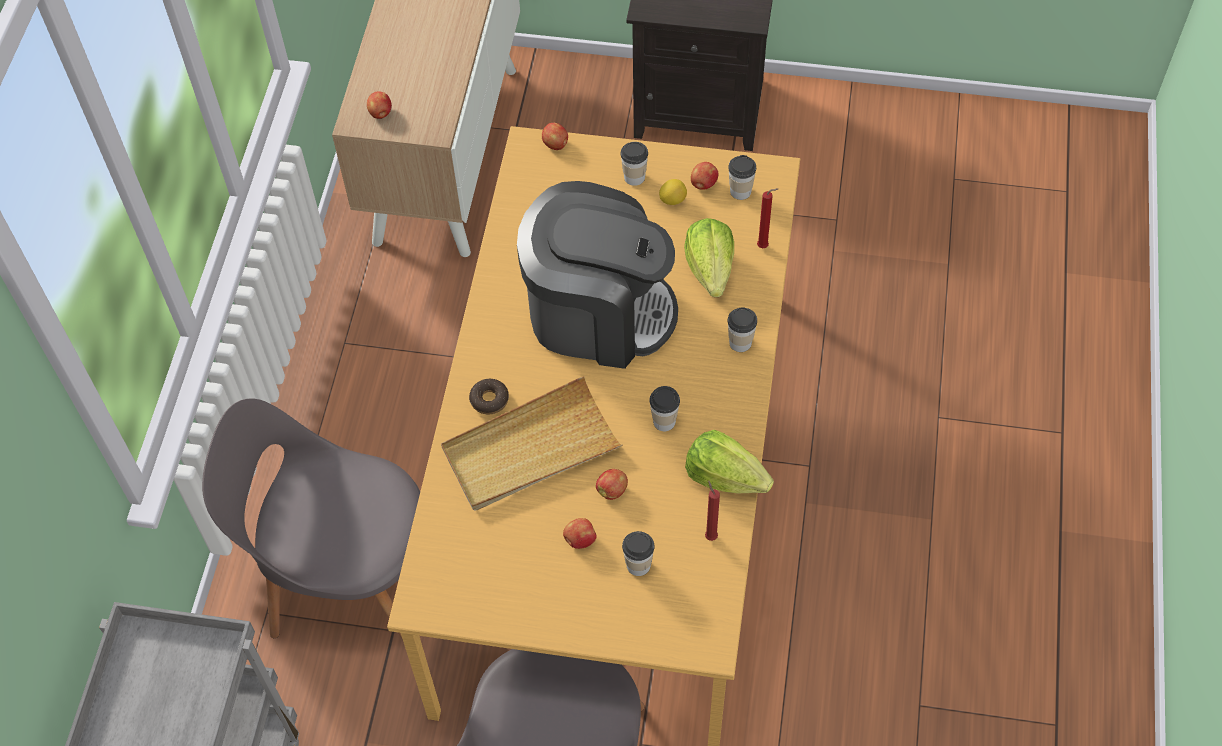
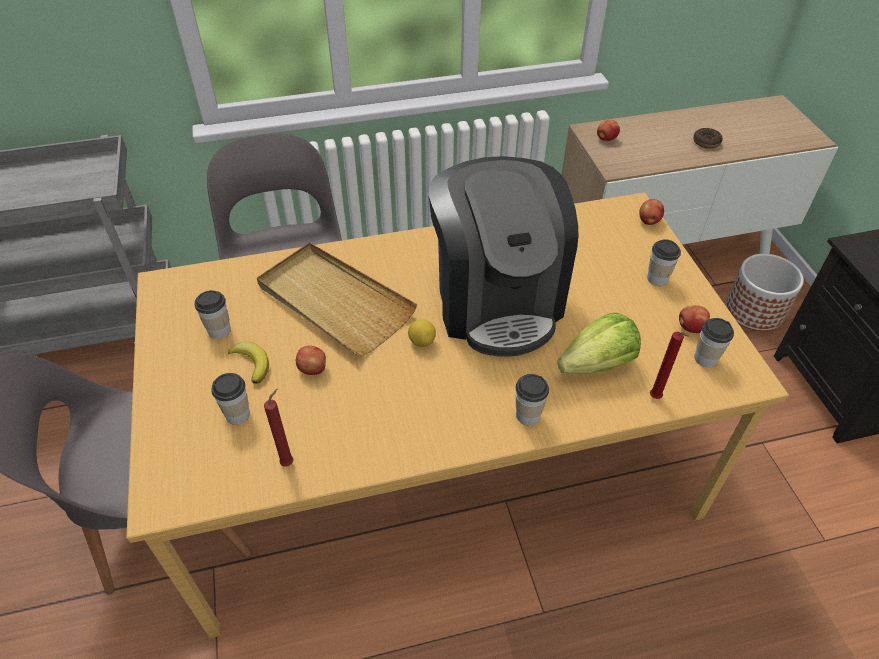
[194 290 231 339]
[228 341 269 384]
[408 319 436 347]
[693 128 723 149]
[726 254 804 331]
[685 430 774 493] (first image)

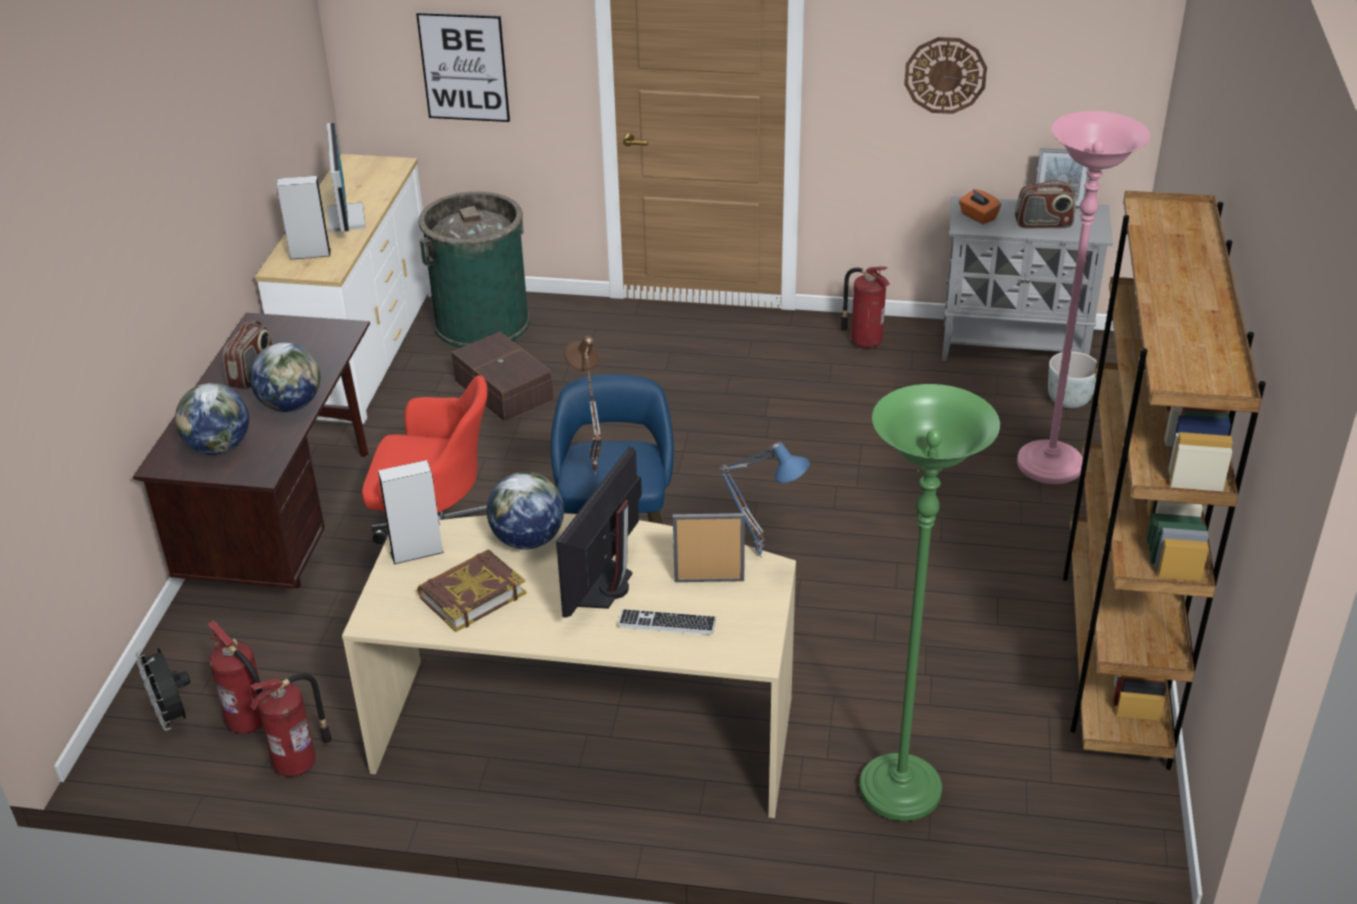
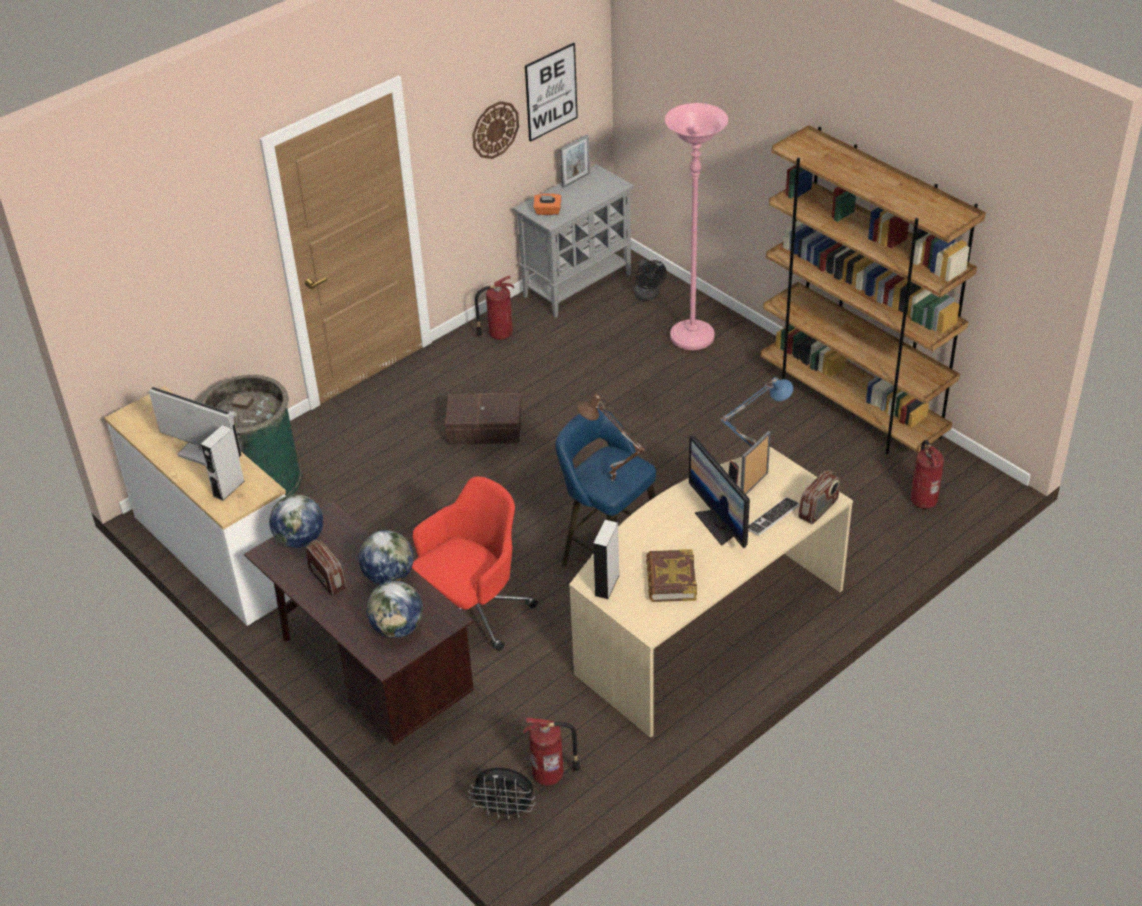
[269 494 323 548]
[445 393 522 444]
[525 43 578 142]
[634 260 667 301]
[798 470 839 524]
[911 440 944 509]
[859 384 1000 821] (first image)

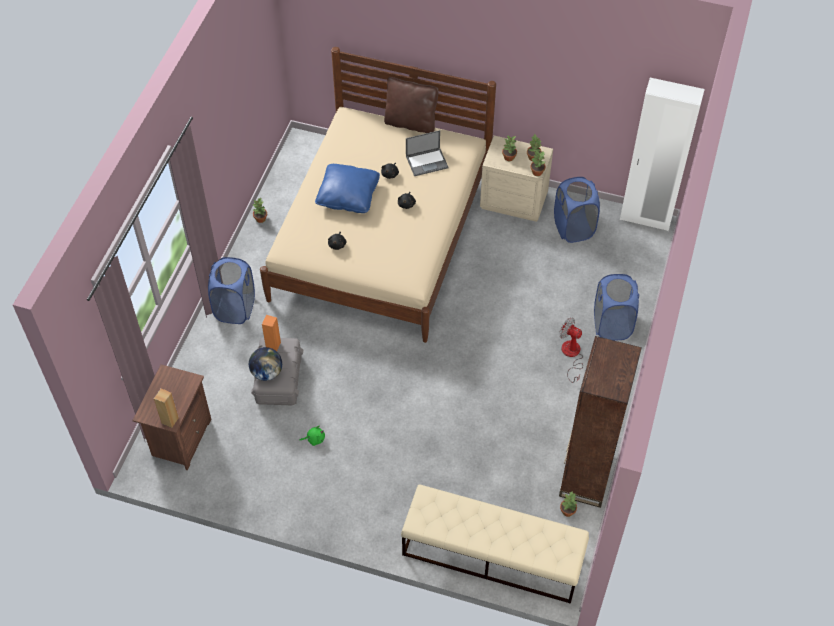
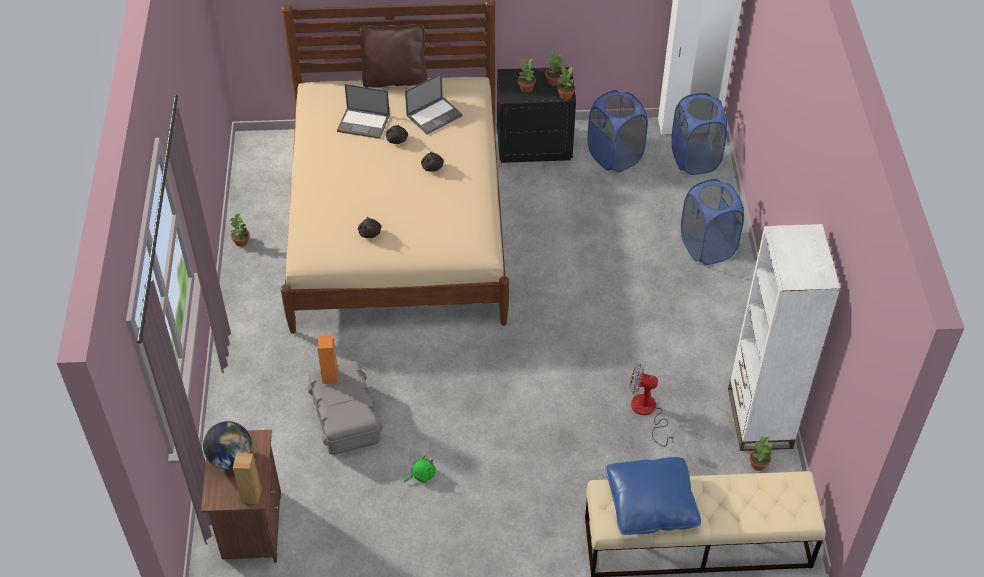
[203 421 252 469]
[337 84 390 139]
[497 67 576 163]
[605 457 701 535]
[629 364 674 447]
[672 93 727 175]
[728 224 841 451]

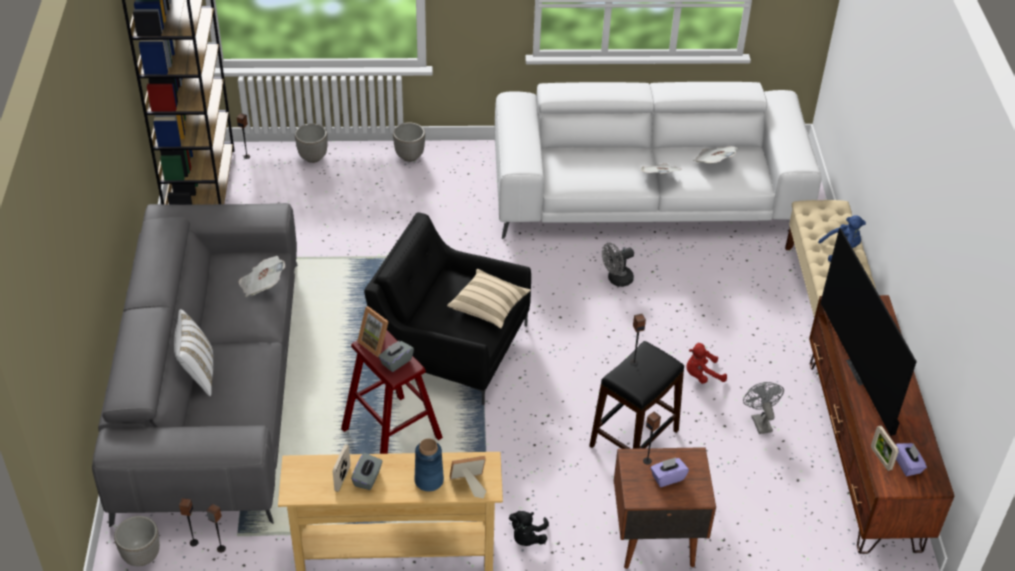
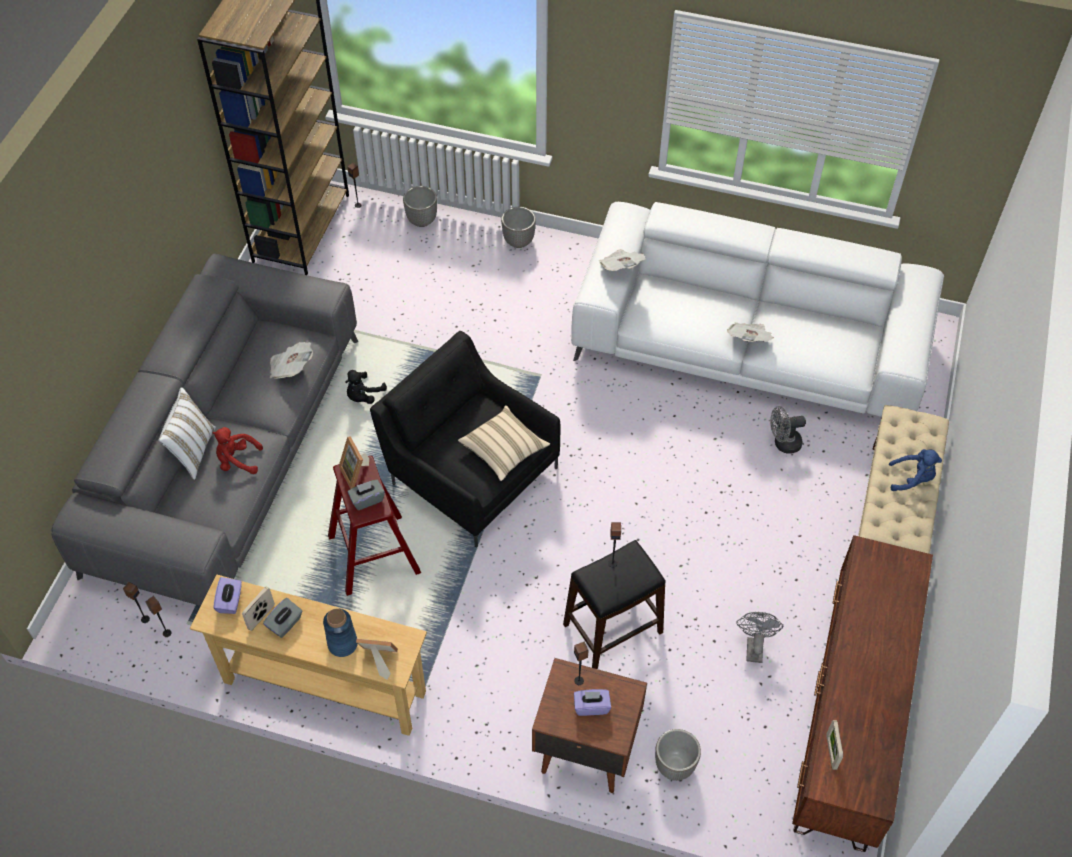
[212 427 263 474]
[213 577 242 614]
[345 370 387 404]
[599 249 646 271]
[655 729 701 781]
[770 406 806 454]
[820 228 917 436] (first image)

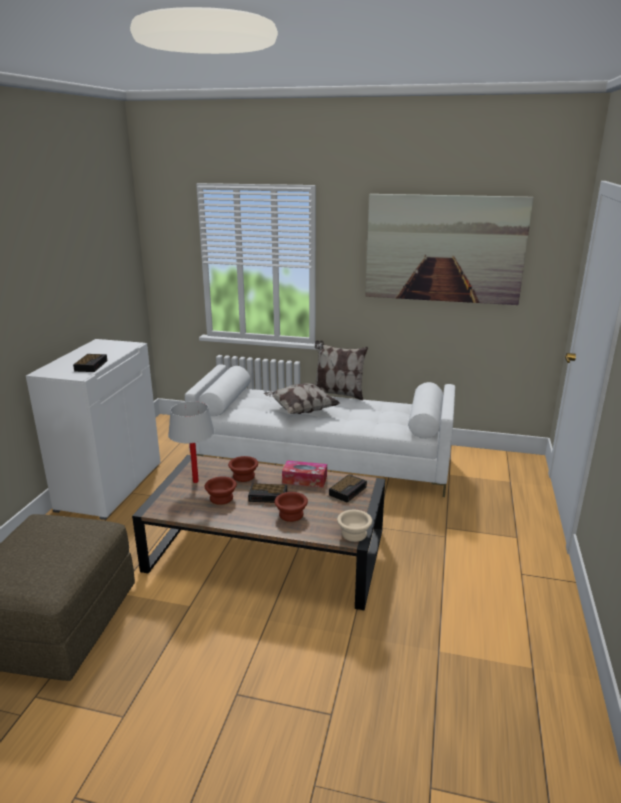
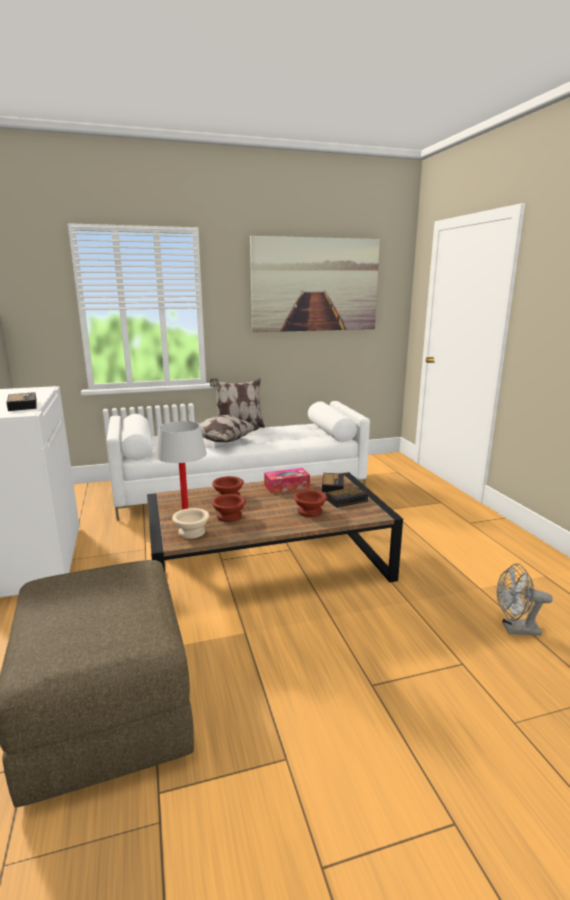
[172 508 209 539]
[326 487 368 508]
[497 563 553 636]

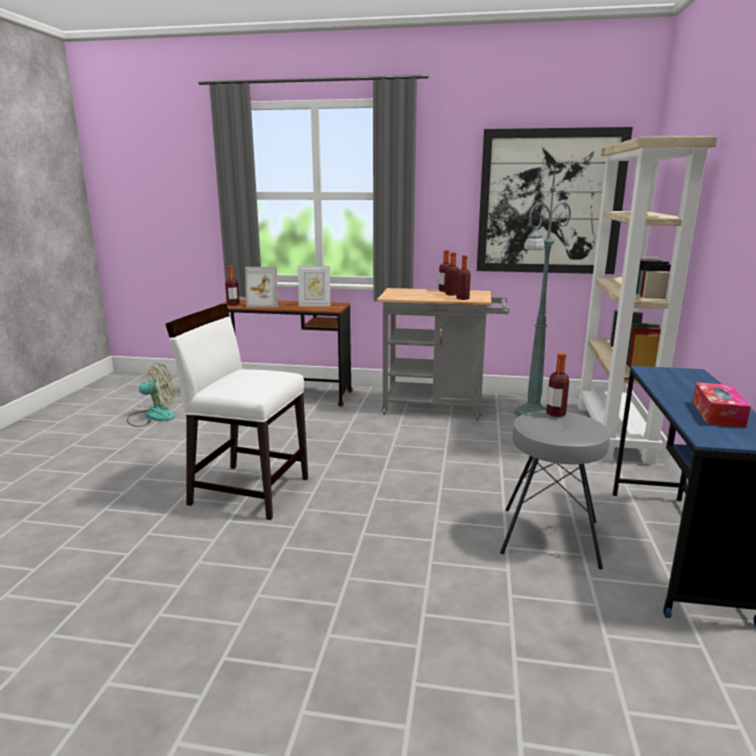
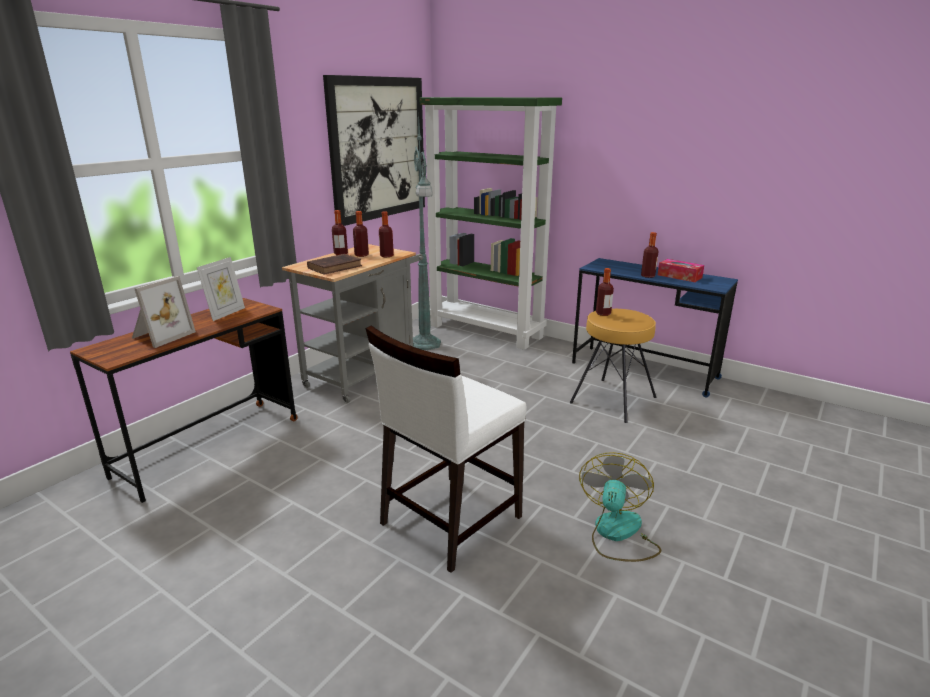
[307 254 362 275]
[420 97 562 350]
[570 309 657 423]
[579 452 661 562]
[641 232 659 278]

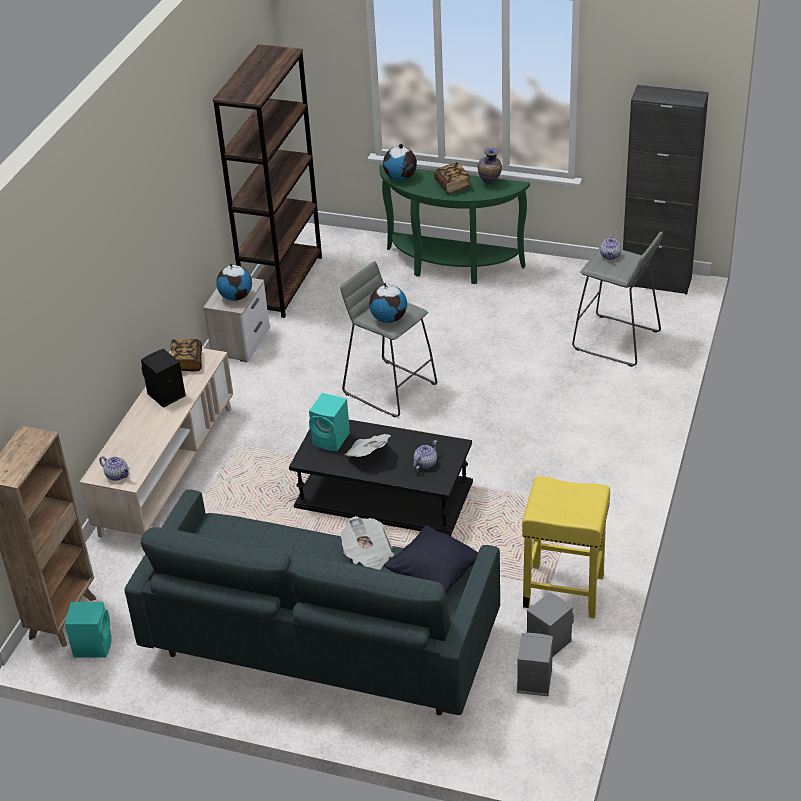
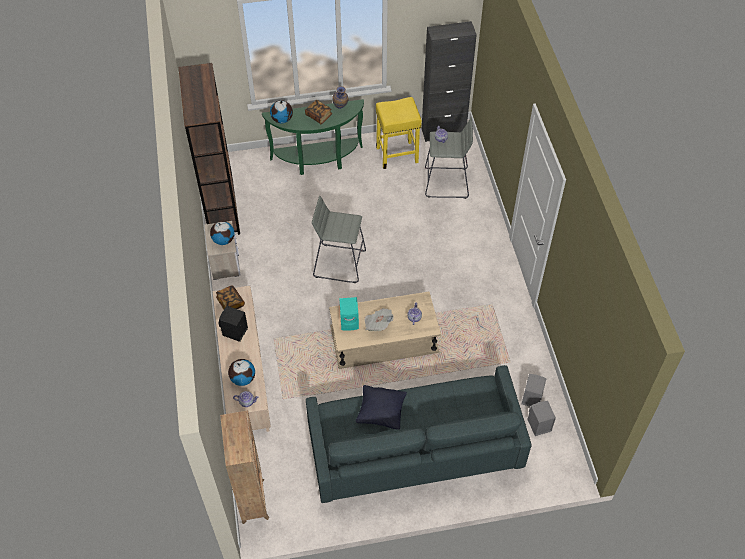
[228 359 255 386]
[329 292 441 369]
[356 385 407 430]
[376 97 422 169]
[65 602 112 658] (first image)
[340 516 394 570] (first image)

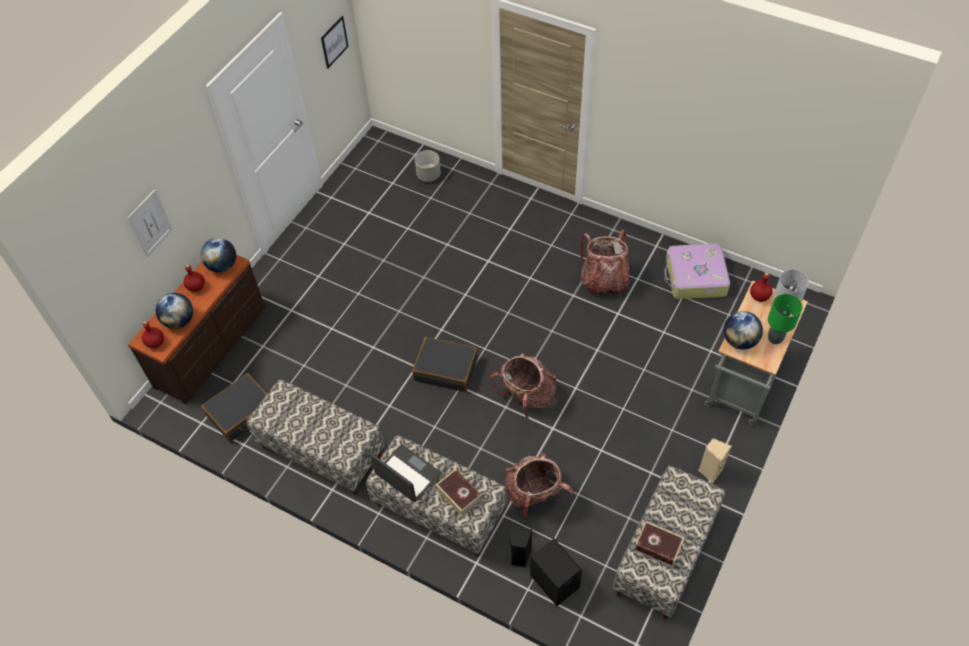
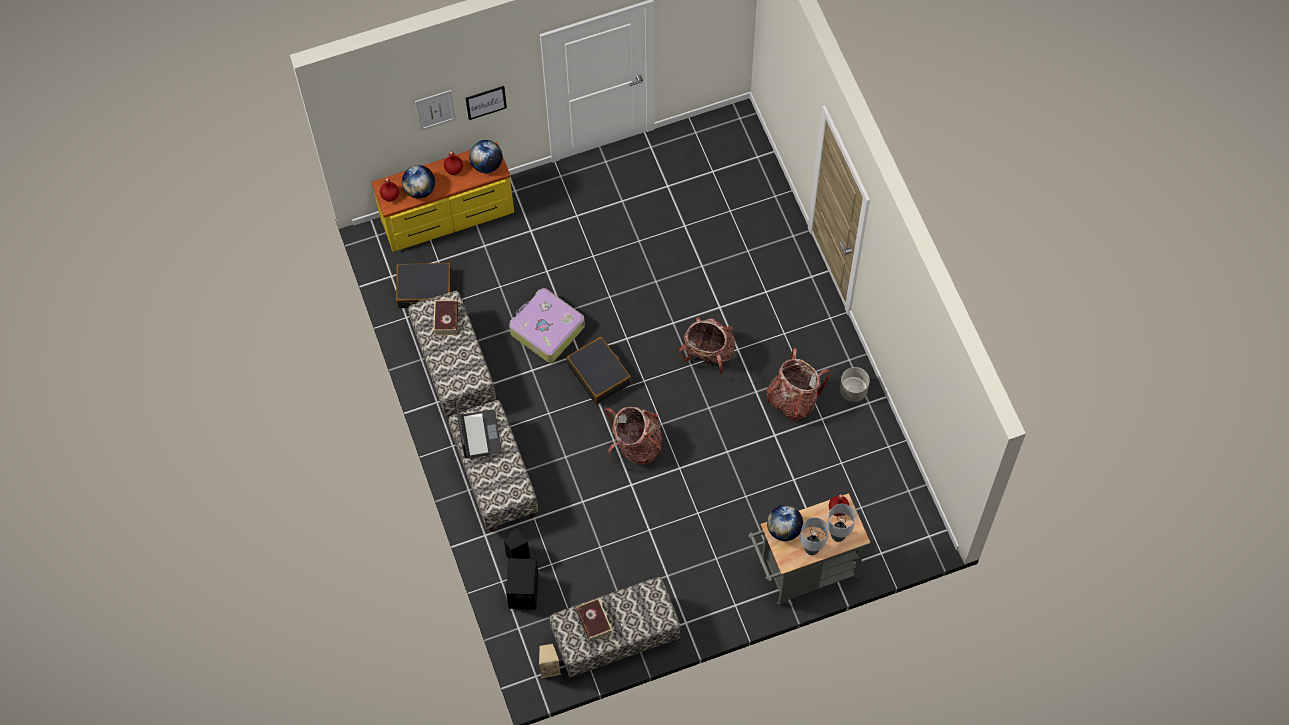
[371 142 514 252]
[433 300 458 335]
[466 86 507 120]
[509 288 585 363]
[539 644 561 678]
[678 317 735 375]
[800 517 829 555]
[840 367 870 402]

